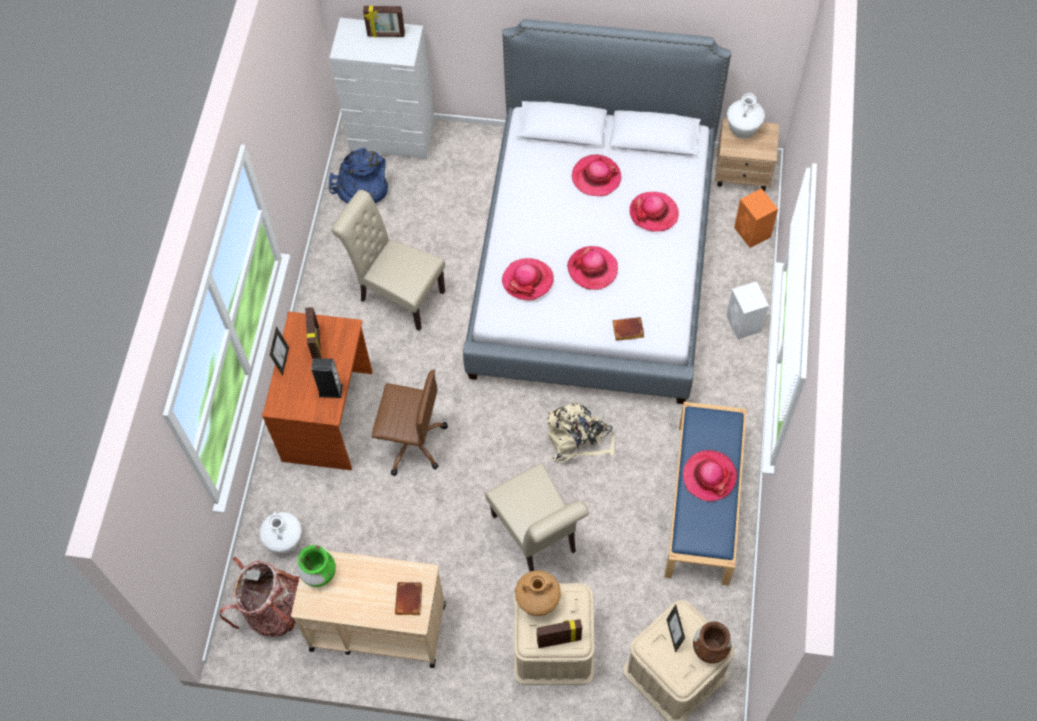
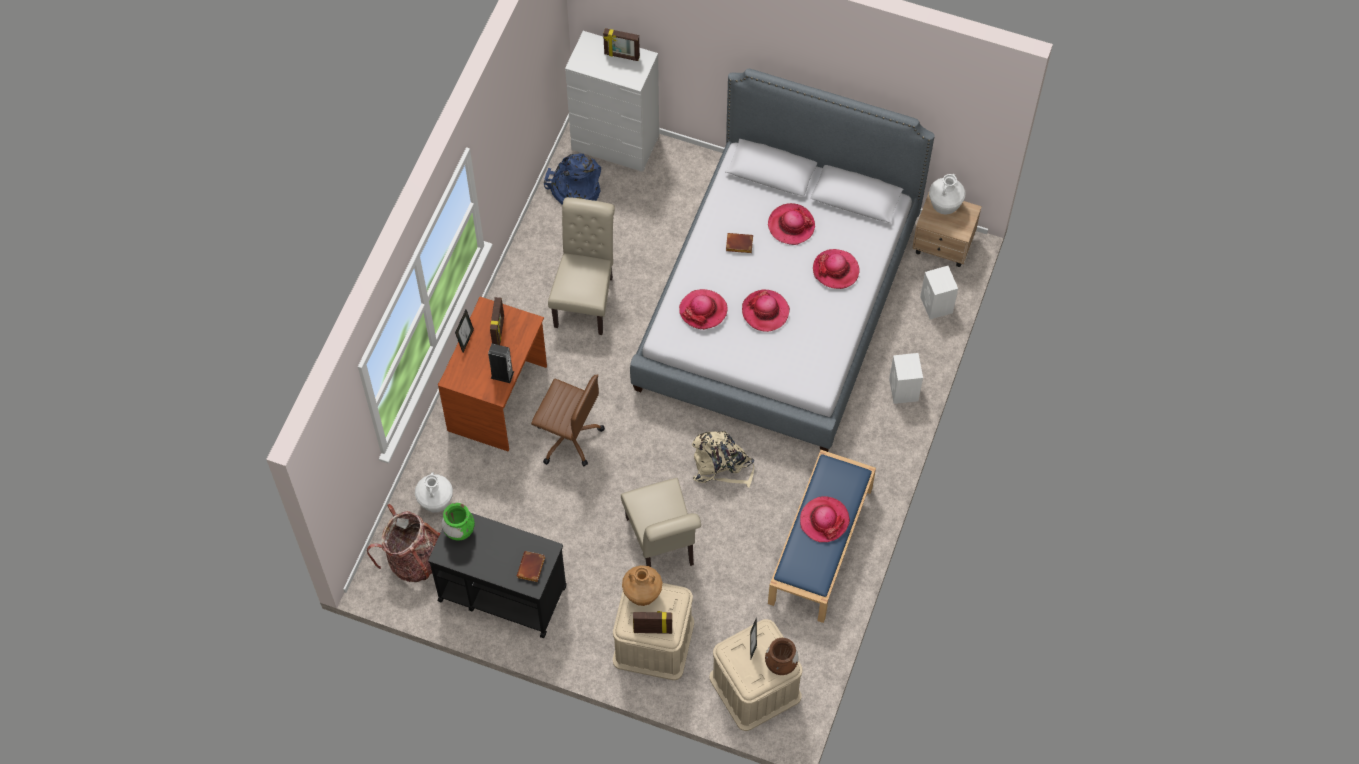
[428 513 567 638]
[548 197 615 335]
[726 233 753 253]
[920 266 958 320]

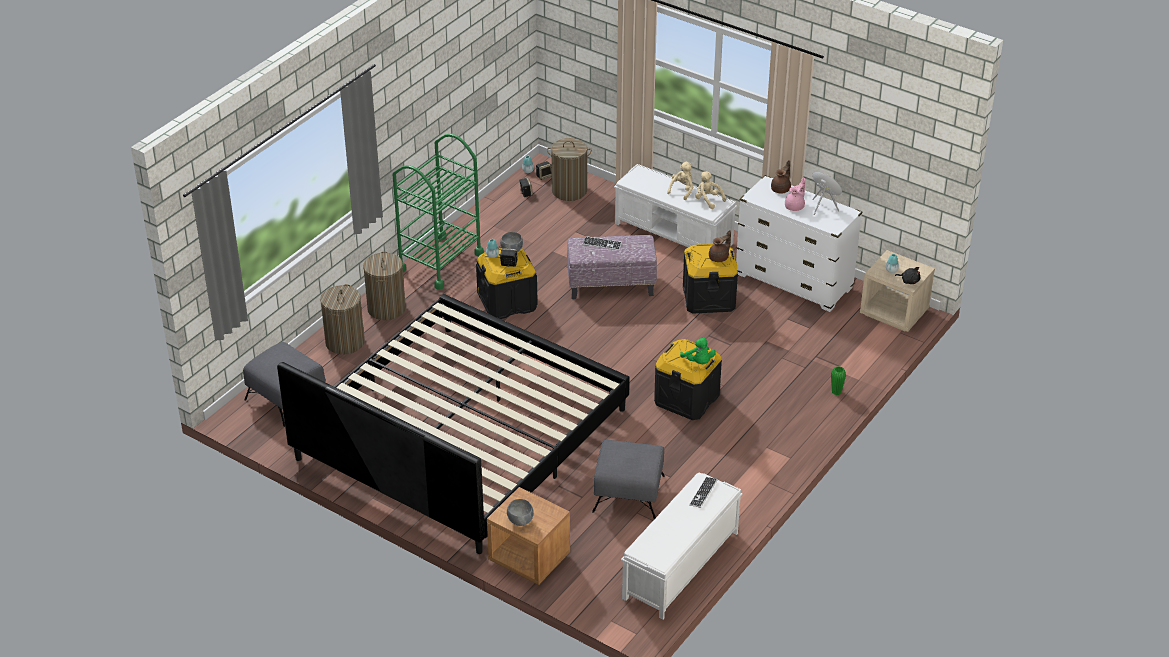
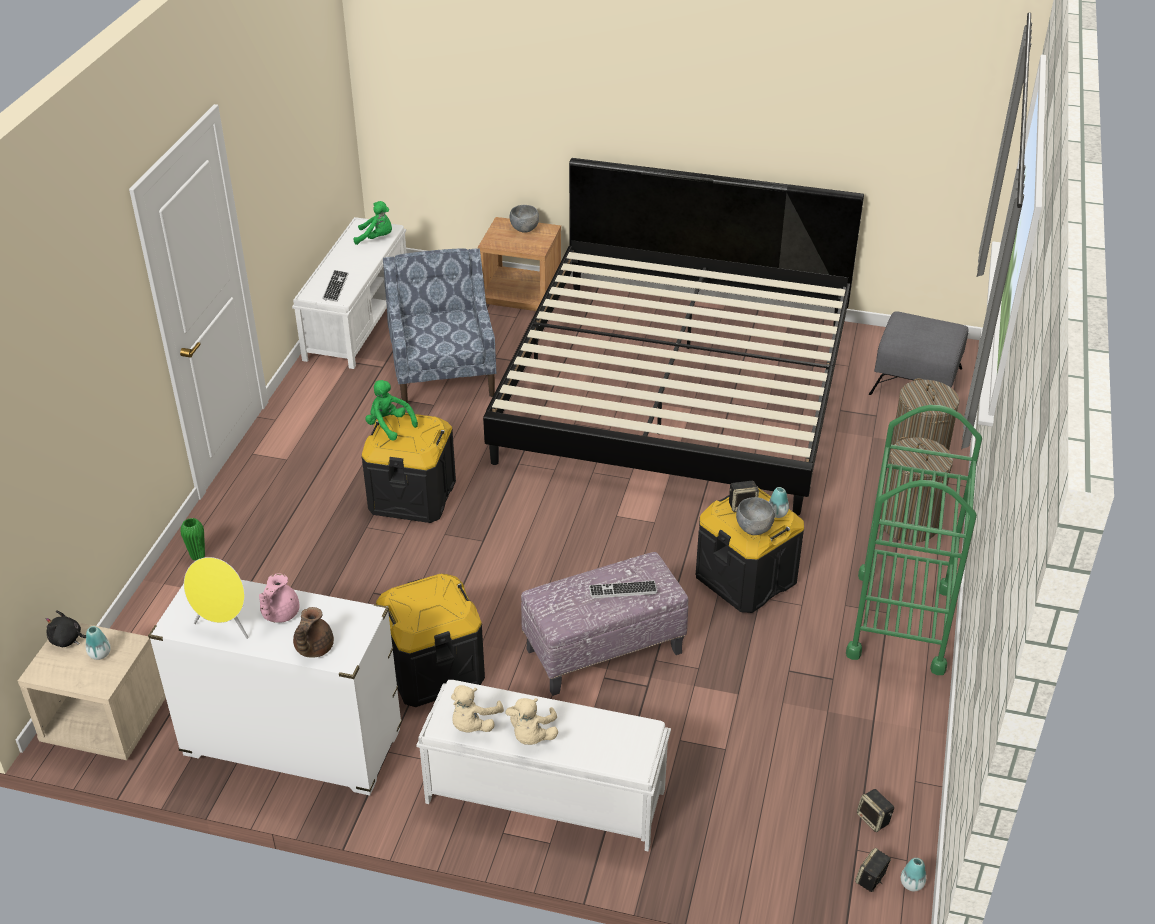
[353 201 392 245]
[383 248 496 403]
[451 685 504 733]
[547 138 592 201] (first image)
[709 230 731 262] (first image)

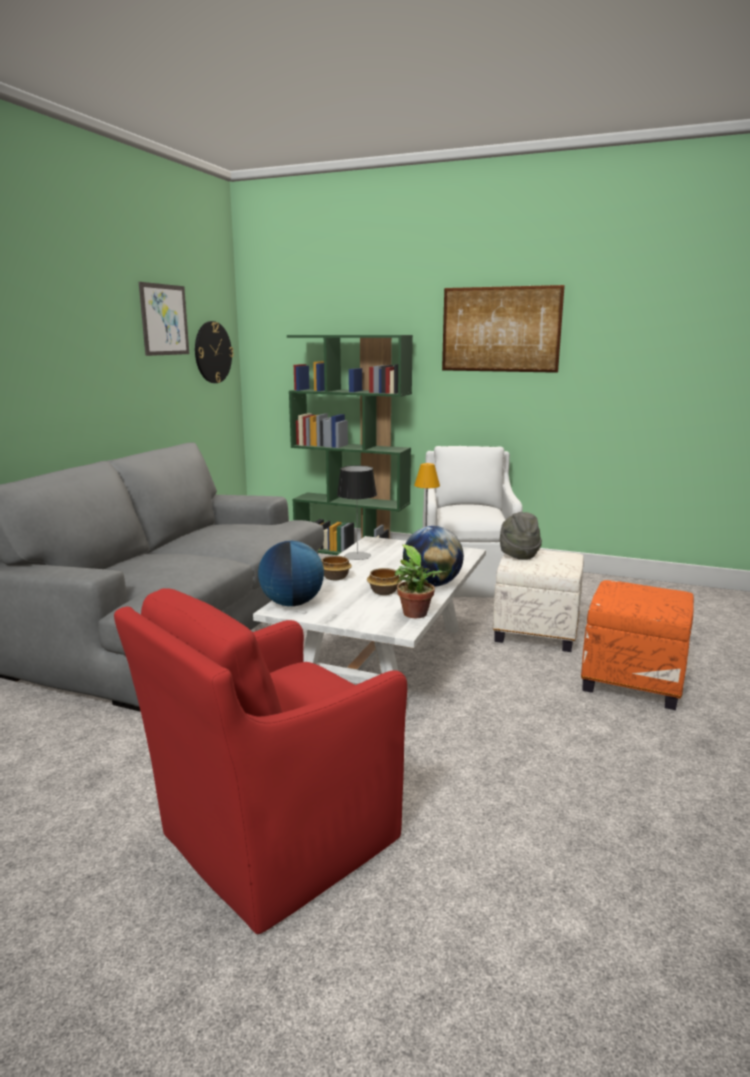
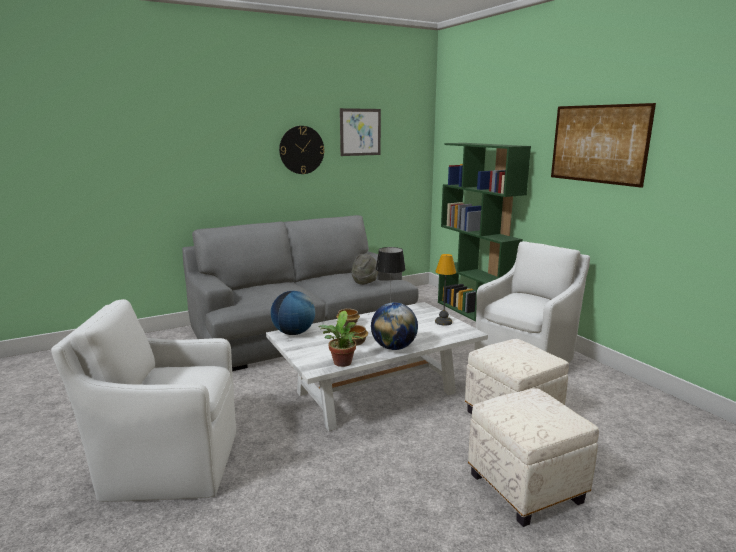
[51 299 236 502]
[279 126 325 174]
[352 254 378 285]
[468 389 599 527]

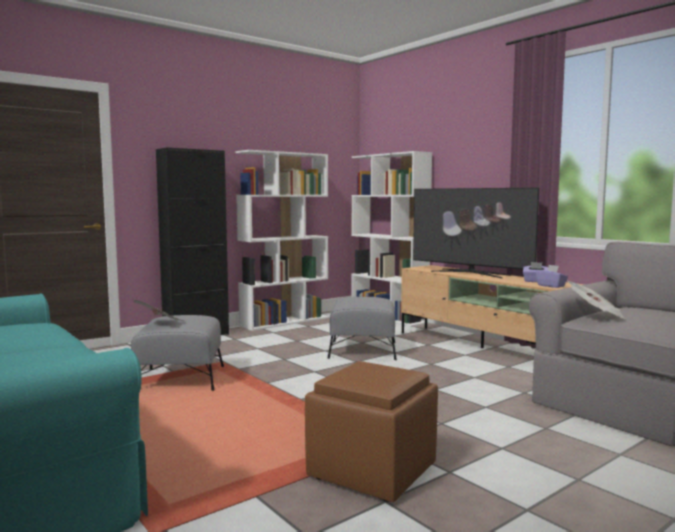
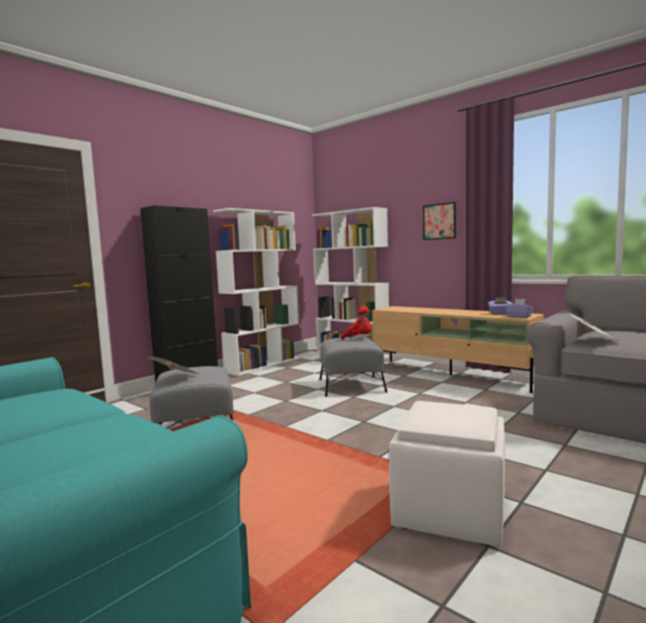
[341 306 372 340]
[389 401 505 547]
[423 202 456 240]
[413 188 539 278] (first image)

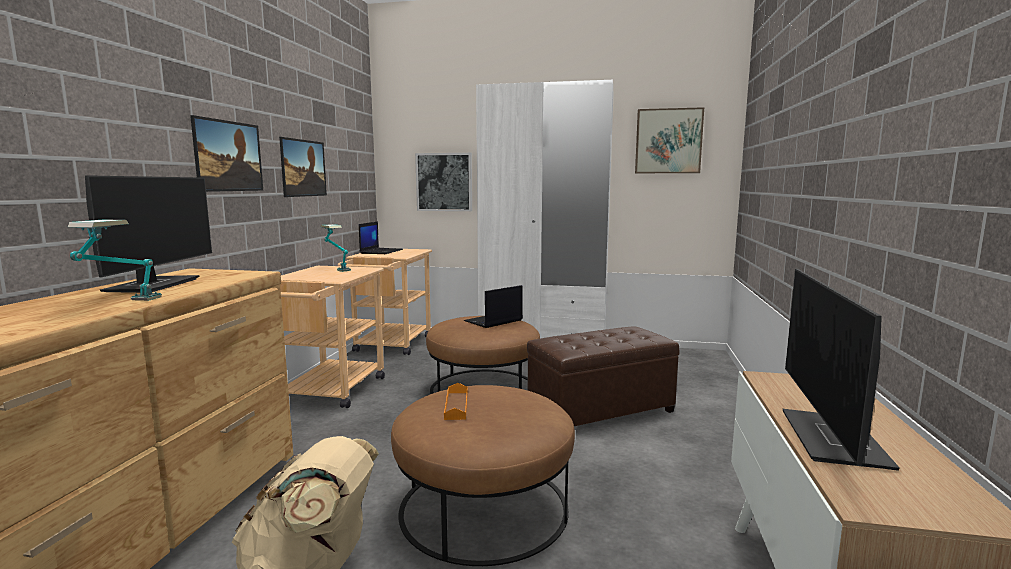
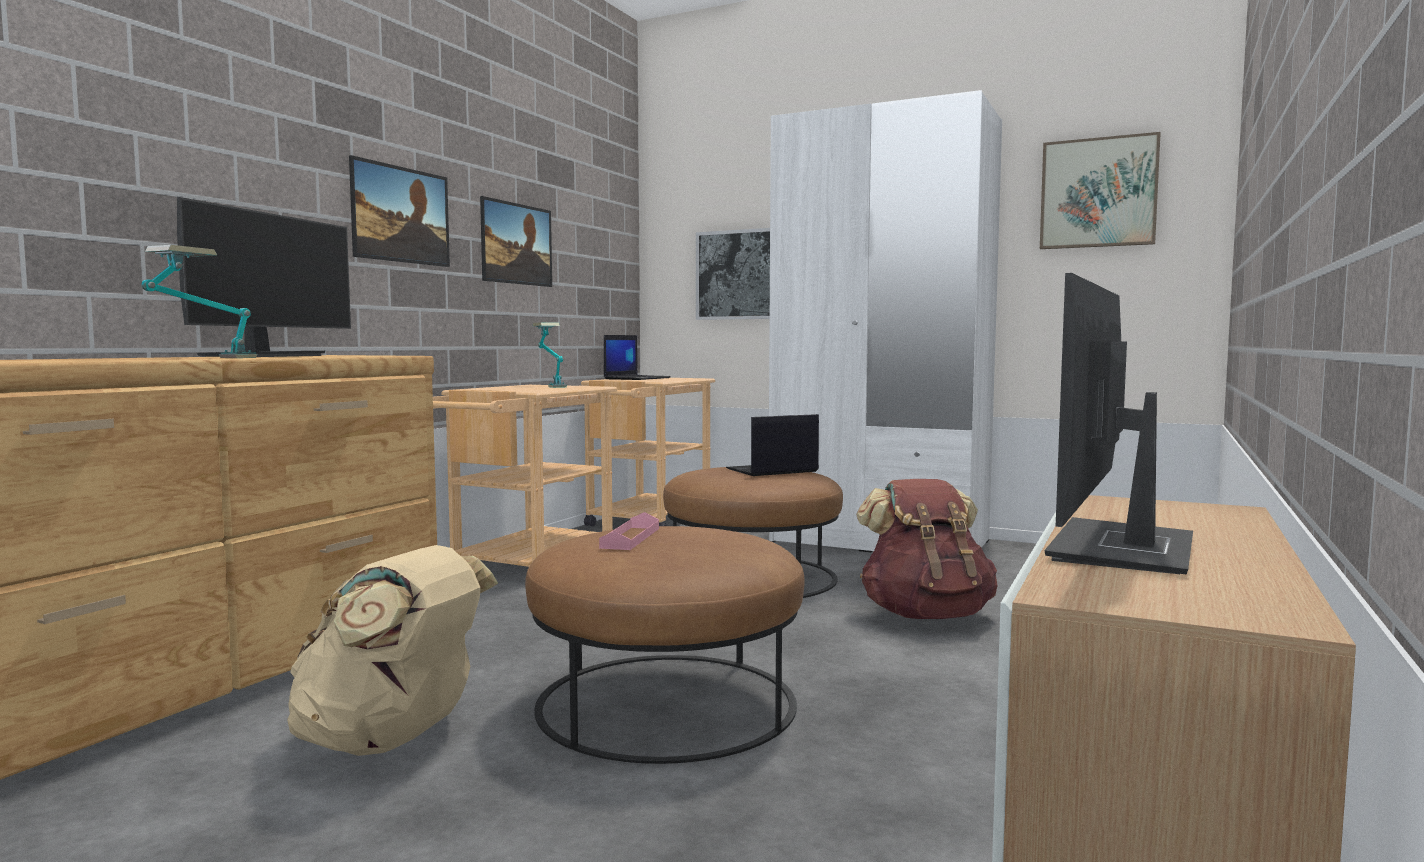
[599 512 659 550]
[856 479 998 619]

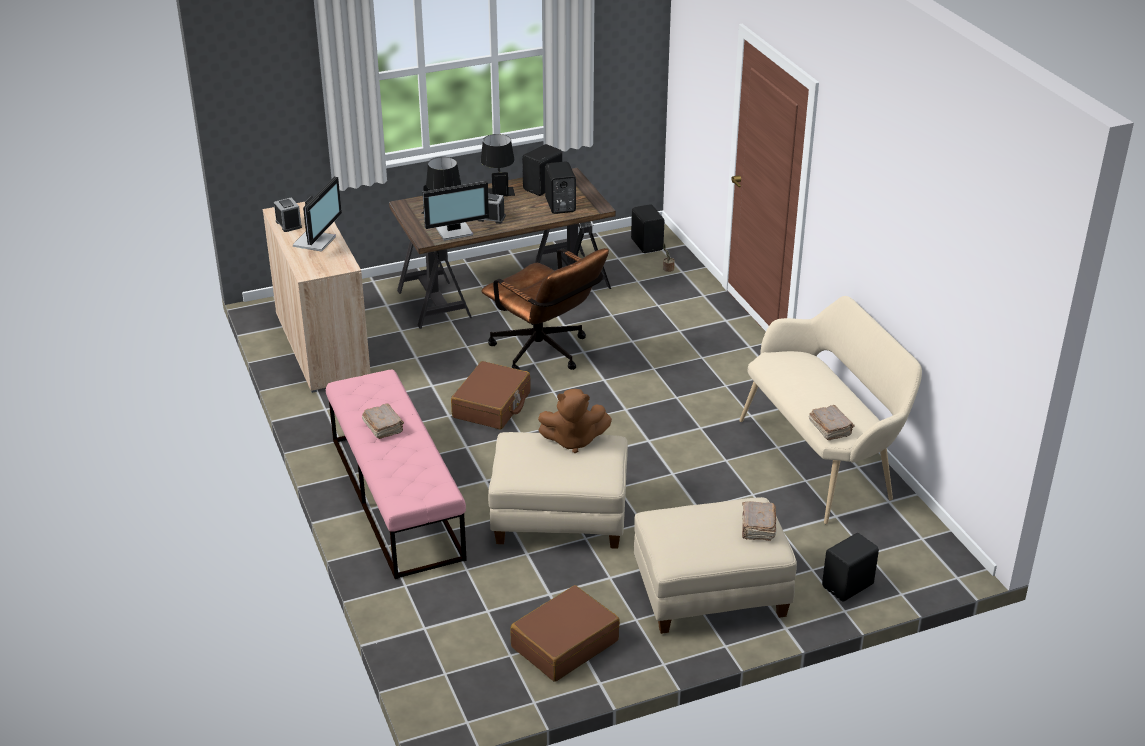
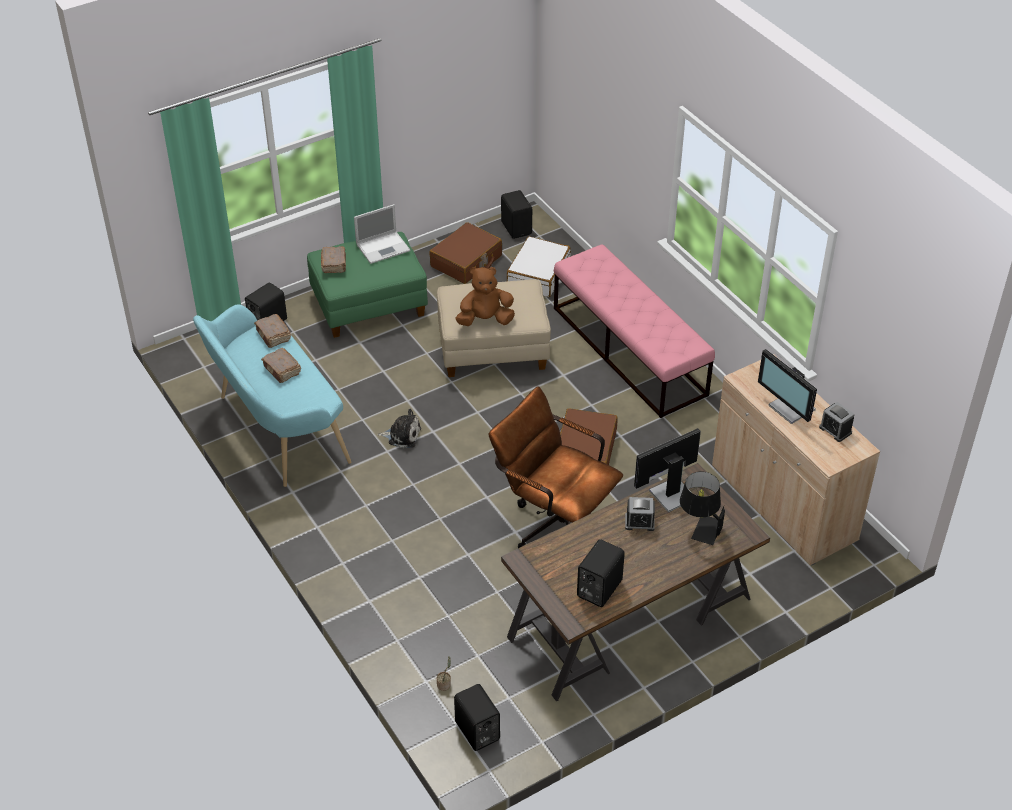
[193 304 351 487]
[261 348 301 383]
[307 232 428 338]
[354 204 410 264]
[378 409 421 448]
[501 190 532 239]
[507 236 571 297]
[758 349 817 424]
[481 134 515 196] (first image)

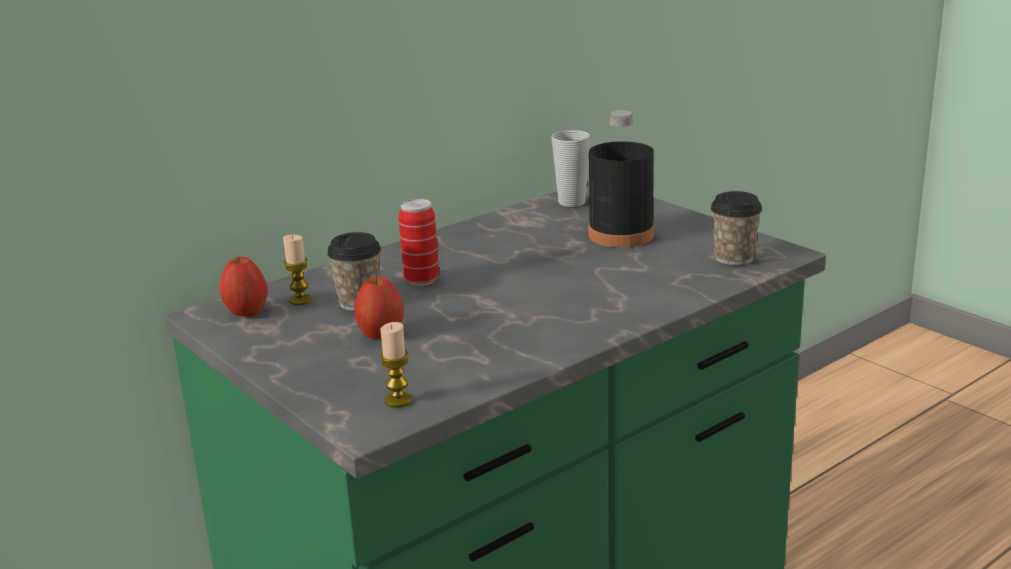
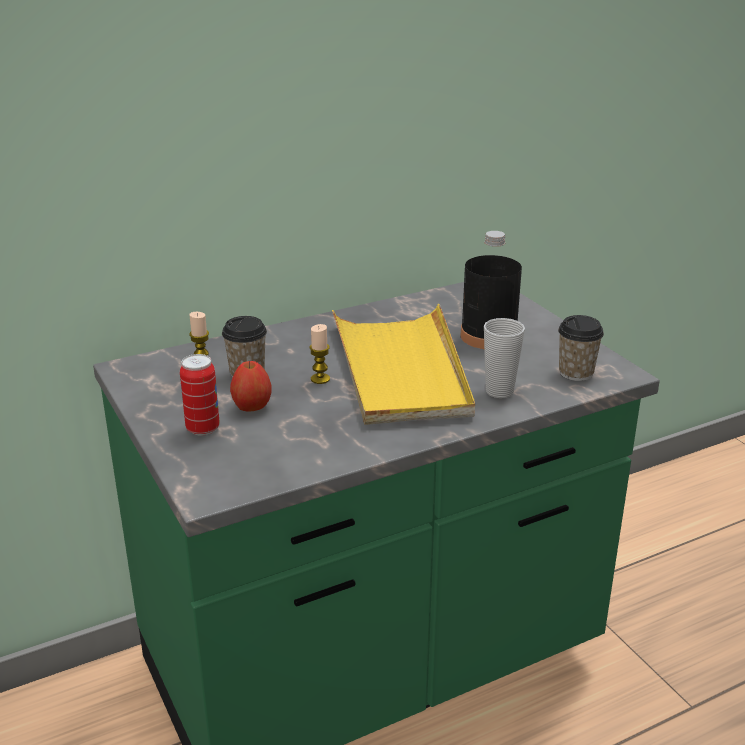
[180 354 220 436]
[309 324 330 384]
[332 304 475 425]
[484 318 525 398]
[219 257 268 317] (first image)

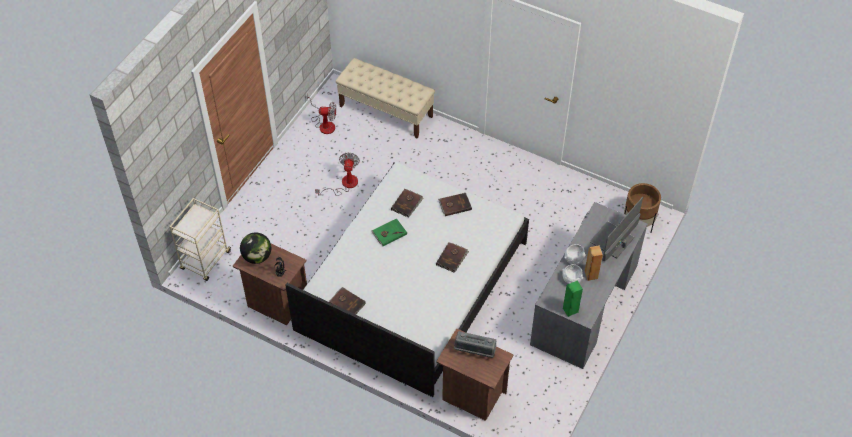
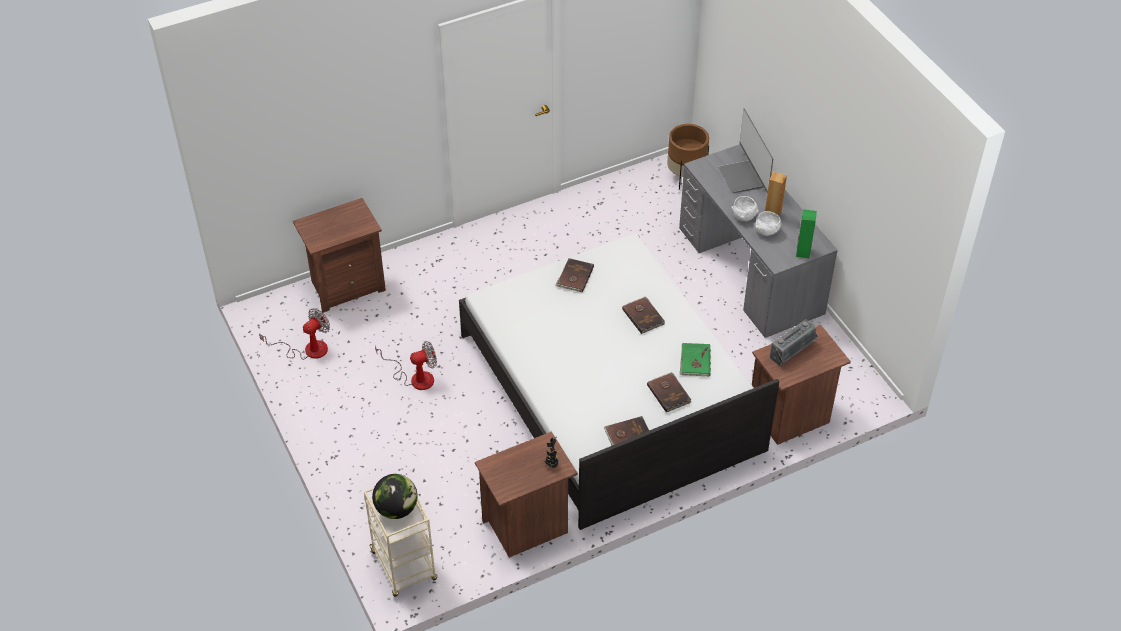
[293 198 386 313]
[372 474 418 519]
[375 341 437 390]
[647 372 691 413]
[680 343 711 377]

